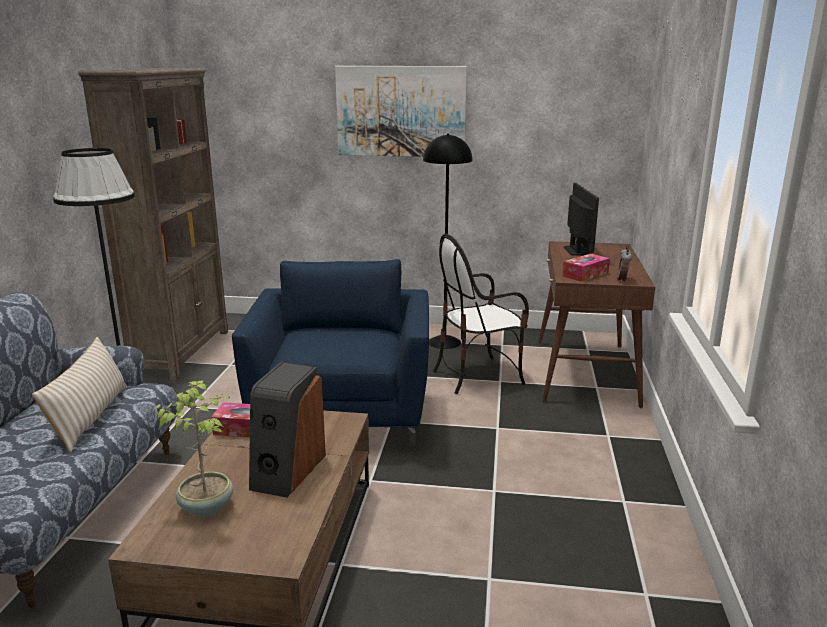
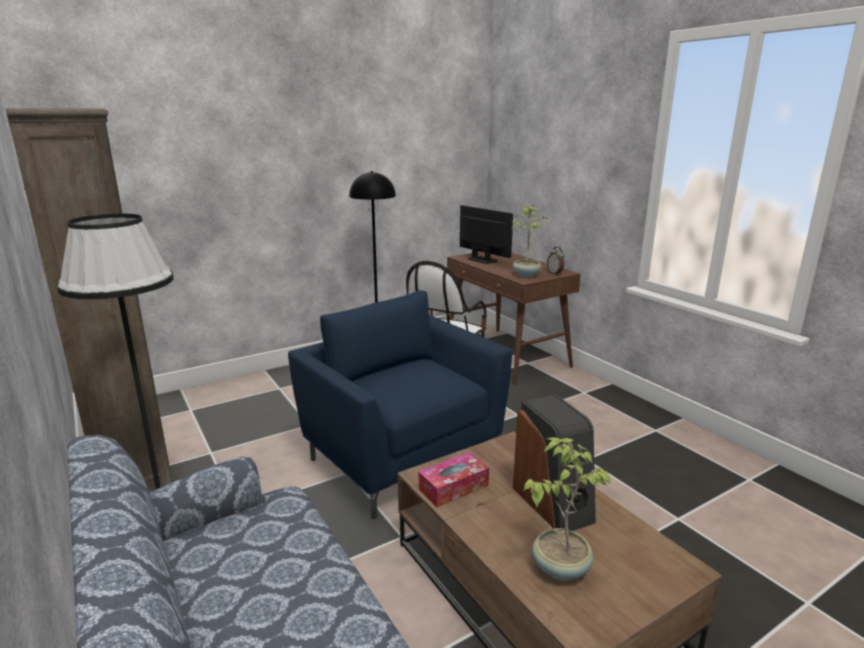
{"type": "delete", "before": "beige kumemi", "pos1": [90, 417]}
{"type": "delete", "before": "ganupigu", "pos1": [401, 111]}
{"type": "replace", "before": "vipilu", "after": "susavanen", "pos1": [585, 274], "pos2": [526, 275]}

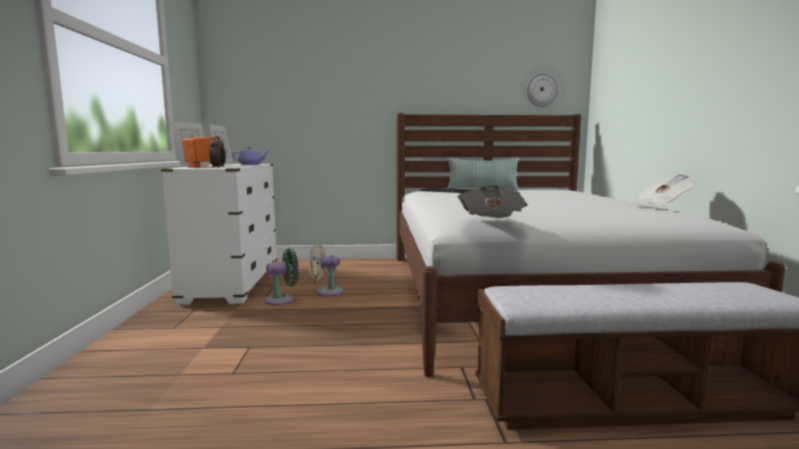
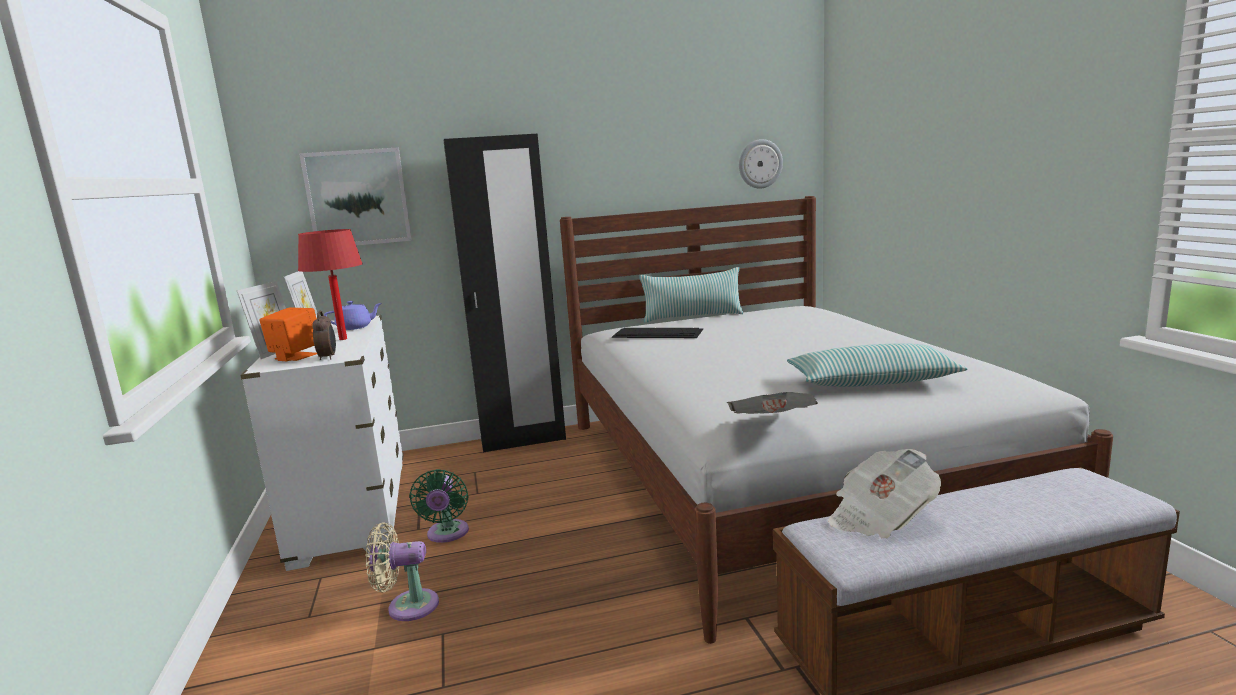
{"type": "insert", "after": "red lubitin", "pos2": [343, 339]}
{"type": "insert", "after": "ganupigu", "pos2": [357, 198]}
{"type": "insert", "after": "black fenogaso", "pos2": [523, 440]}
{"type": "insert", "after": "kumemi", "pos2": [872, 382]}
{"type": "move", "before": "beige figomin", "pos1": [326, 292], "pos2": [407, 606]}
{"type": "move", "before": "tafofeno", "pos1": [660, 206], "pos2": [879, 518]}
{"type": "rotate", "before": "green figomin", "pos1": [282, 300], "pos2": [447, 534], "turn": 120}

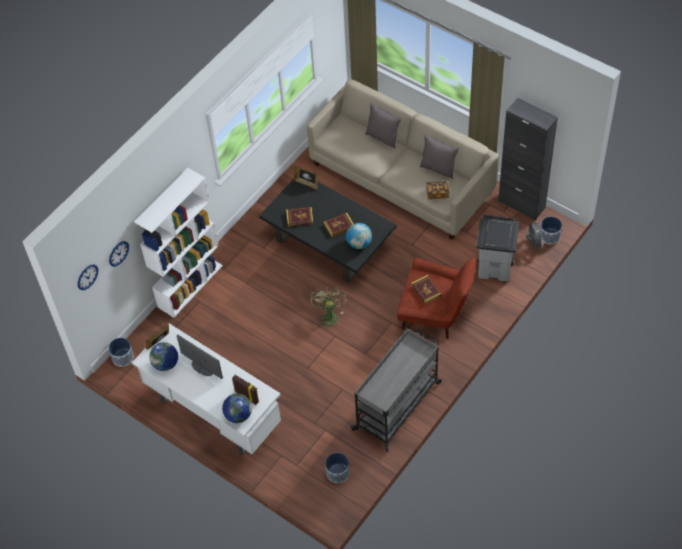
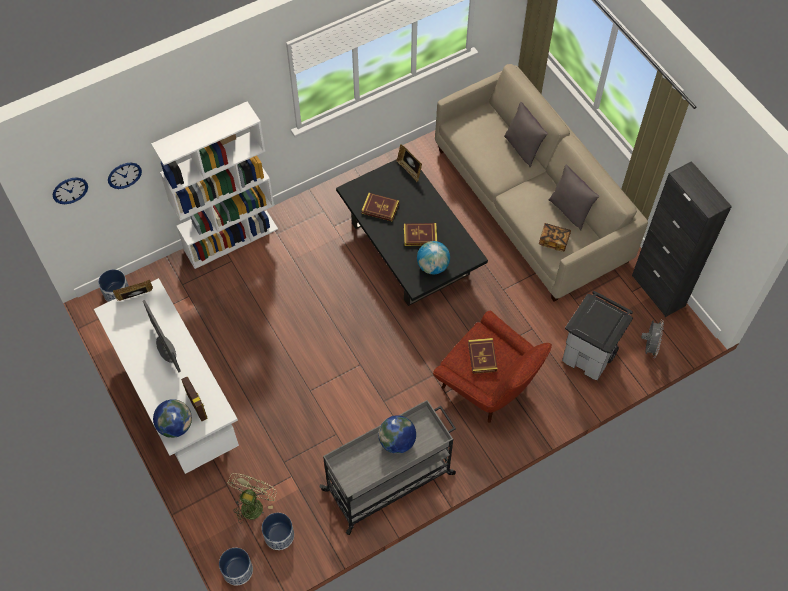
{"type": "move", "before": "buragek", "pos1": [166, 364], "pos2": [397, 441]}
{"type": "move", "before": "green figomin", "pos1": [329, 315], "pos2": [253, 503]}
{"type": "move", "before": "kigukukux", "pos1": [549, 236], "pos2": [237, 570]}

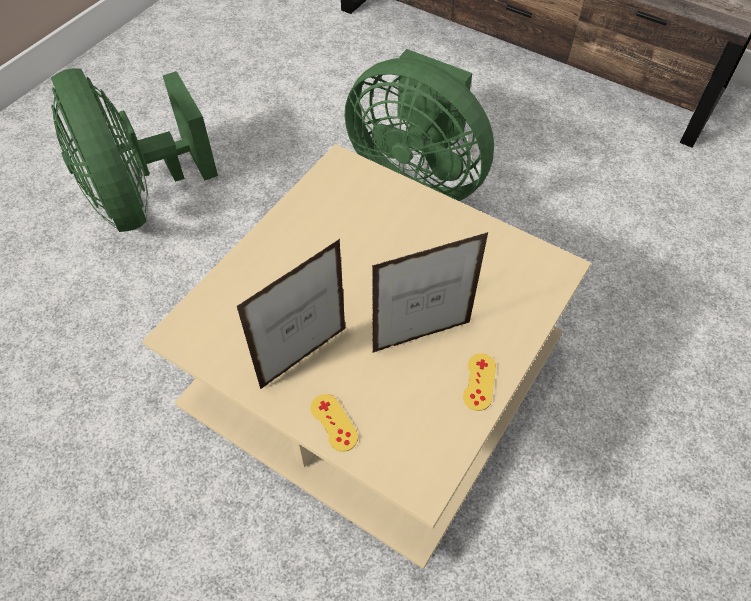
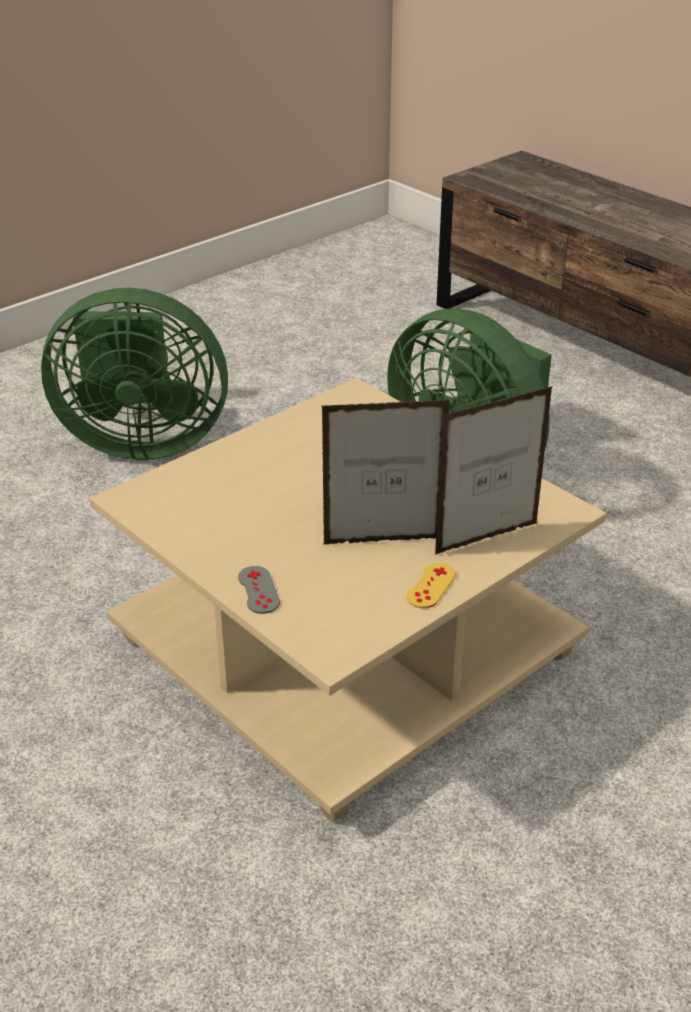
{"type": "move", "before": "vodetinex", "pos1": [304, 357], "pos2": [487, 538]}
{"type": "recolor", "before": "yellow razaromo", "after": "grey razaromo", "pos1": [334, 422], "pos2": [258, 590]}
{"type": "rotate", "before": "green figomin", "pos1": [142, 197], "pos2": [141, 441], "turn": -75}

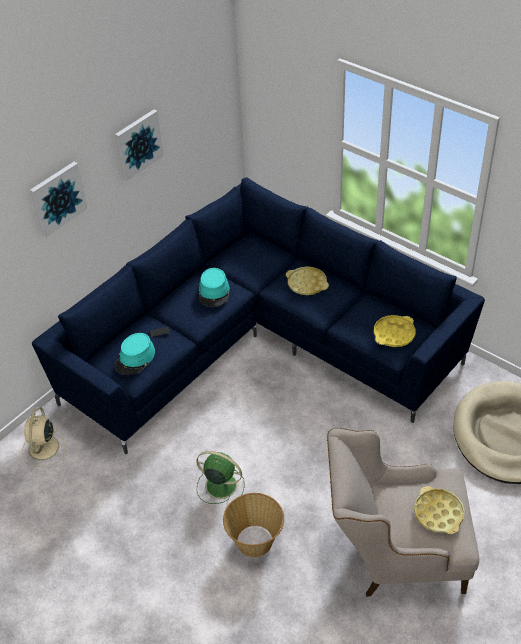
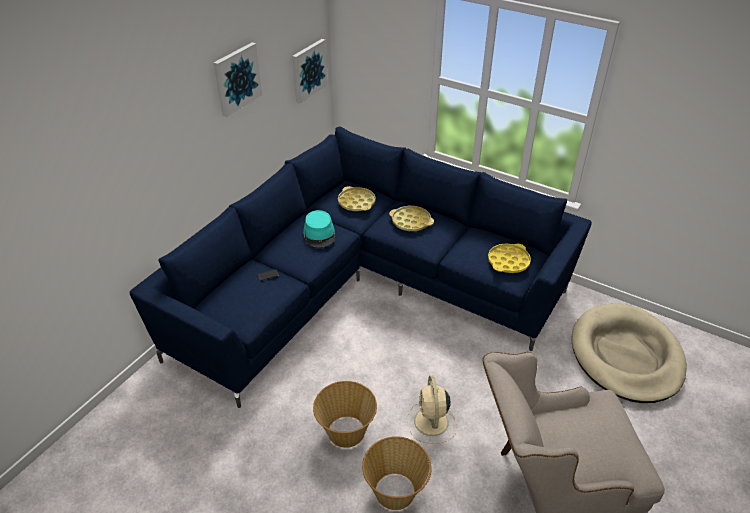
{"type": "delete", "before": "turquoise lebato", "pos1": [135, 358]}
{"type": "move", "before": "beige figomin", "pos1": [43, 449], "pos2": [431, 423]}
{"type": "move", "before": "ganupigu", "pos1": [58, 198], "pos2": [309, 70]}
{"type": "move", "before": "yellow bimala", "pos1": [438, 513], "pos2": [356, 202]}
{"type": "replace", "before": "green figomin", "after": "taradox", "pos1": [219, 485], "pos2": [346, 432]}

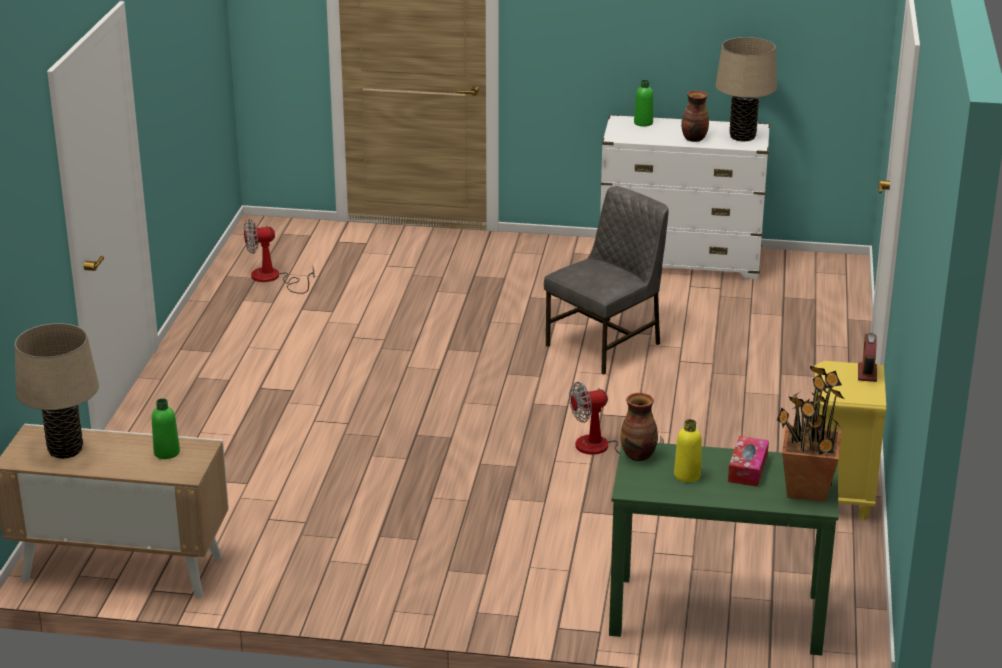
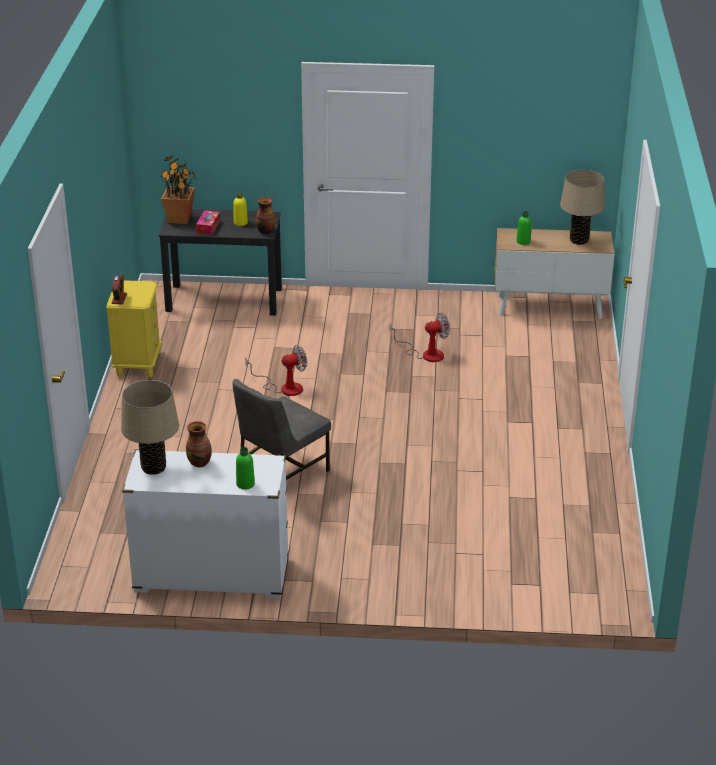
{"type": "move", "before": "figomin", "pos1": [273, 279], "pos2": [426, 354]}
{"type": "recolor", "before": "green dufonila", "after": "black dufonila", "pos1": [716, 614], "pos2": [224, 299]}

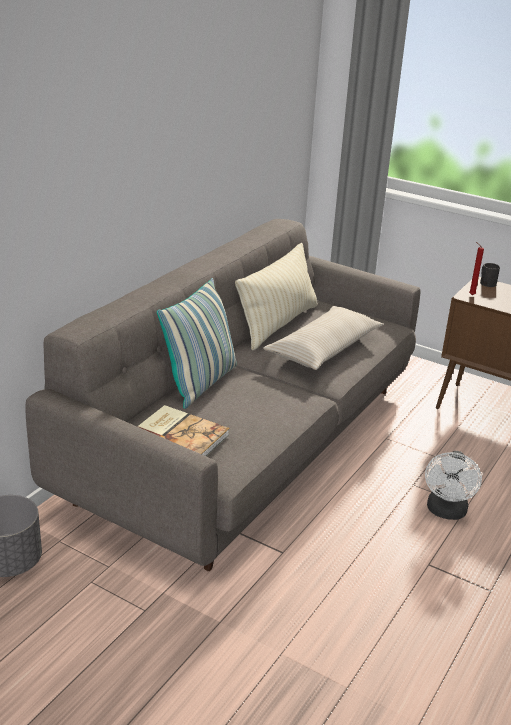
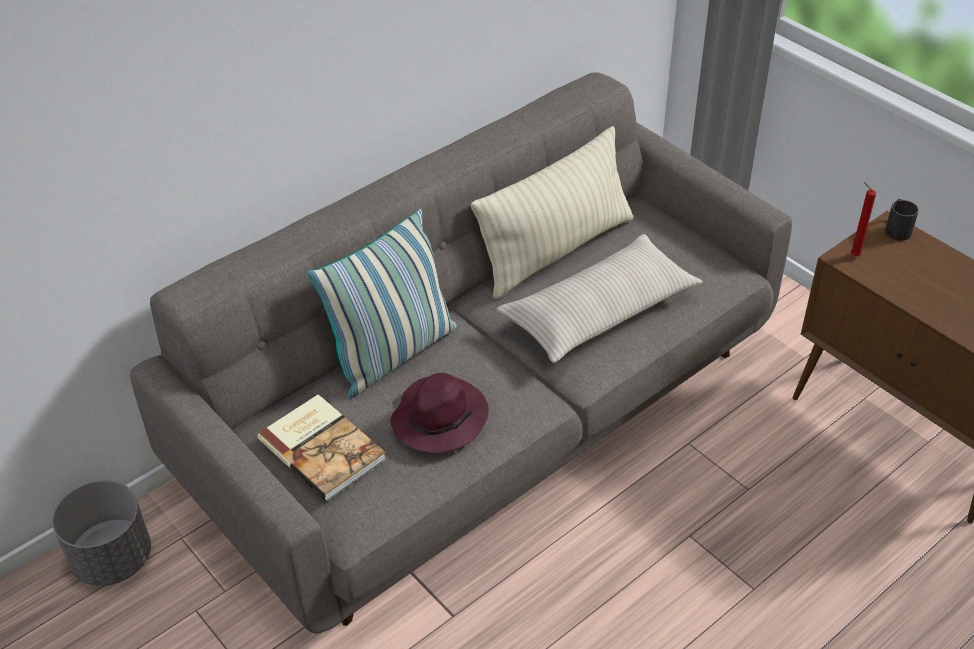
{"type": "delete", "before": "white figomin", "pos1": [446, 512]}
{"type": "insert", "after": "purple lebato", "pos2": [440, 417]}

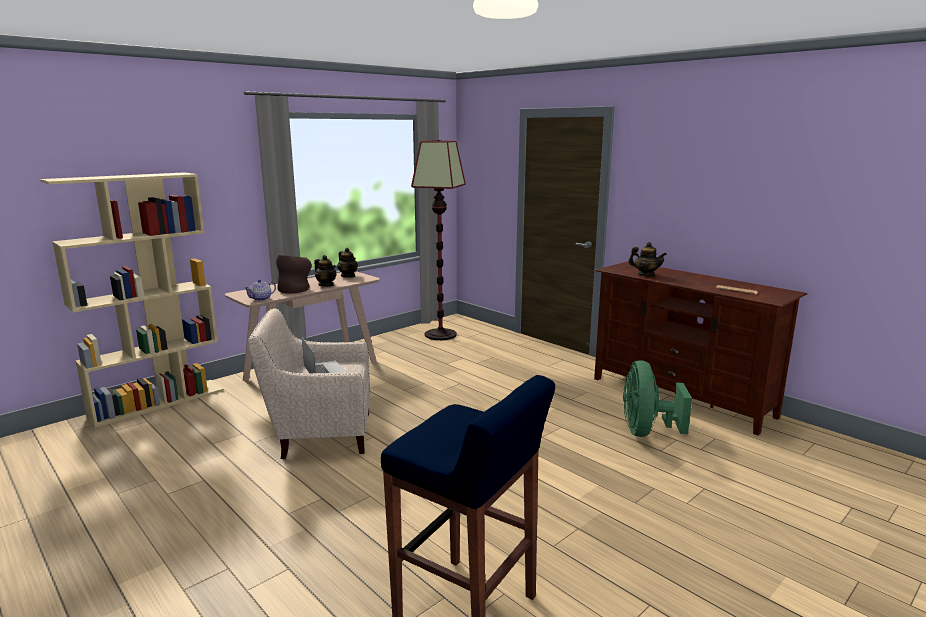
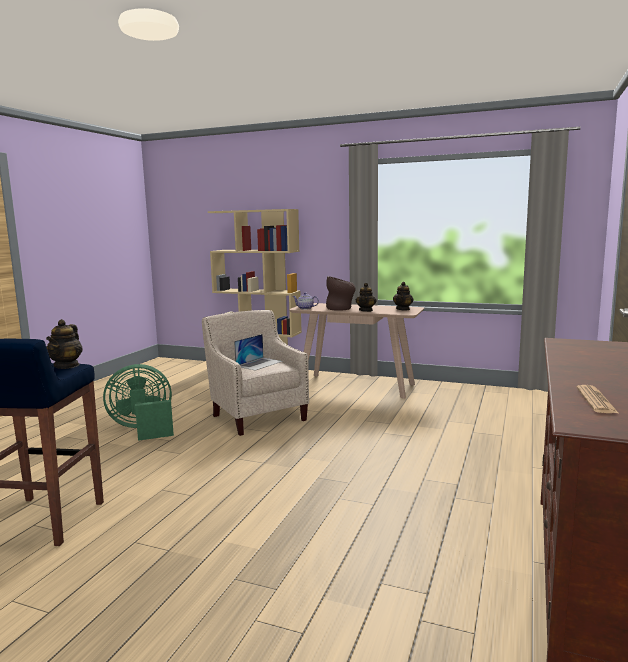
{"type": "delete", "before": "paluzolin", "pos1": [440, 334]}
{"type": "move", "before": "green figomin", "pos1": [646, 431], "pos2": [143, 429]}
{"type": "move", "before": "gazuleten", "pos1": [646, 275], "pos2": [67, 366]}

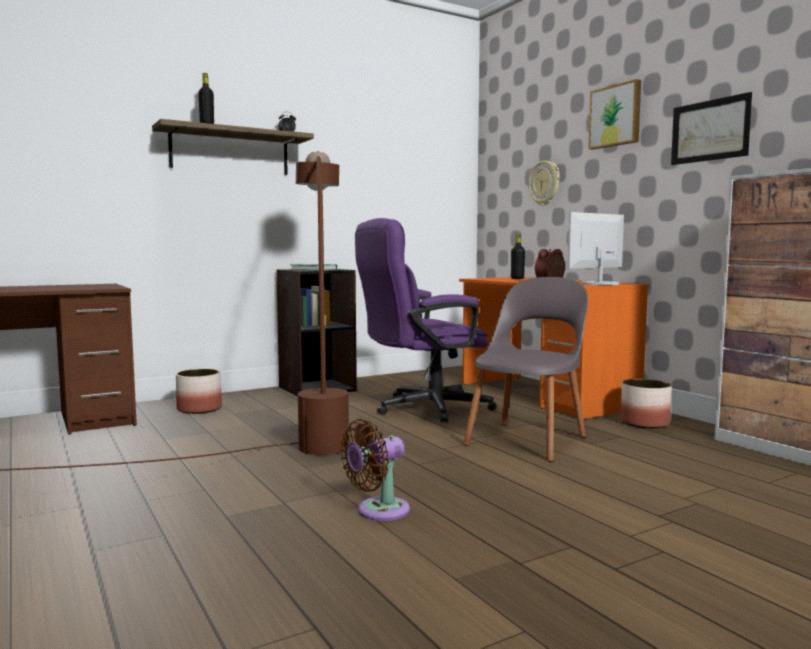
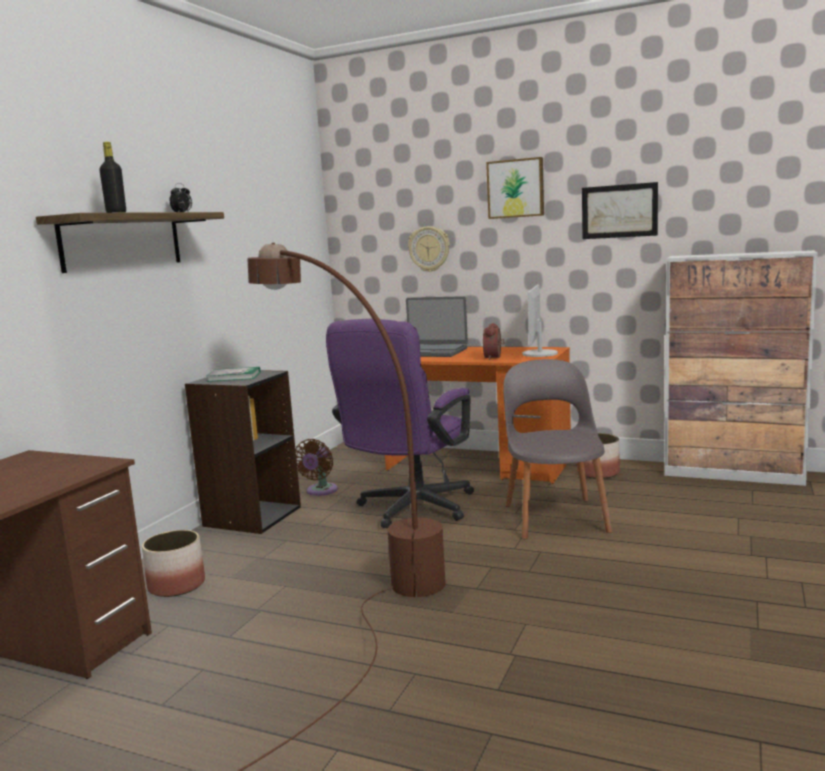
{"type": "move", "before": "brown figomin", "pos1": [378, 511], "pos2": [320, 491]}
{"type": "replace", "before": "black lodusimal", "after": "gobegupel", "pos1": [517, 278], "pos2": [430, 352]}

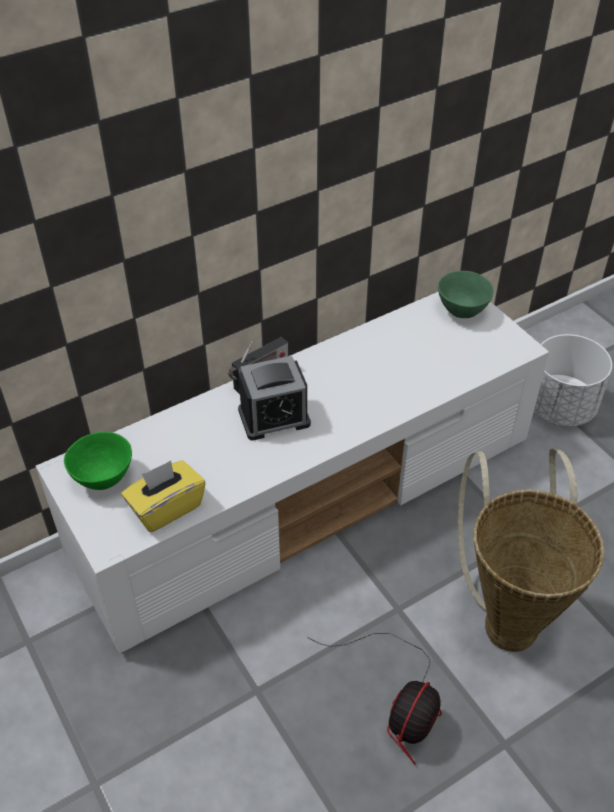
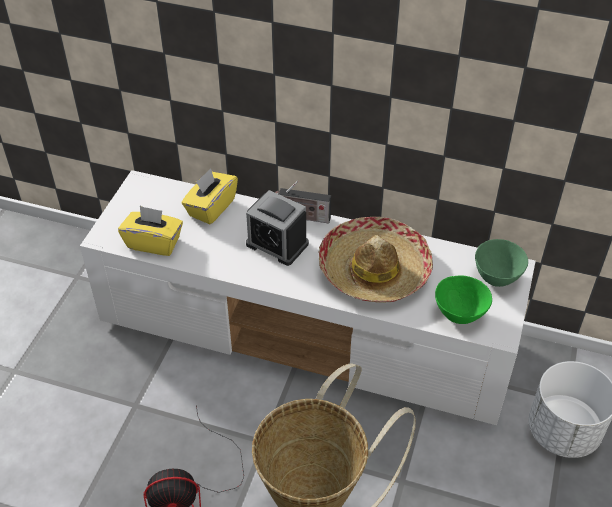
{"type": "insert", "after": "yellow vipilu", "pos2": [211, 208]}
{"type": "insert", "after": "lebato", "pos2": [374, 270]}
{"type": "move", "before": "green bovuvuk", "pos1": [104, 480], "pos2": [459, 316]}

